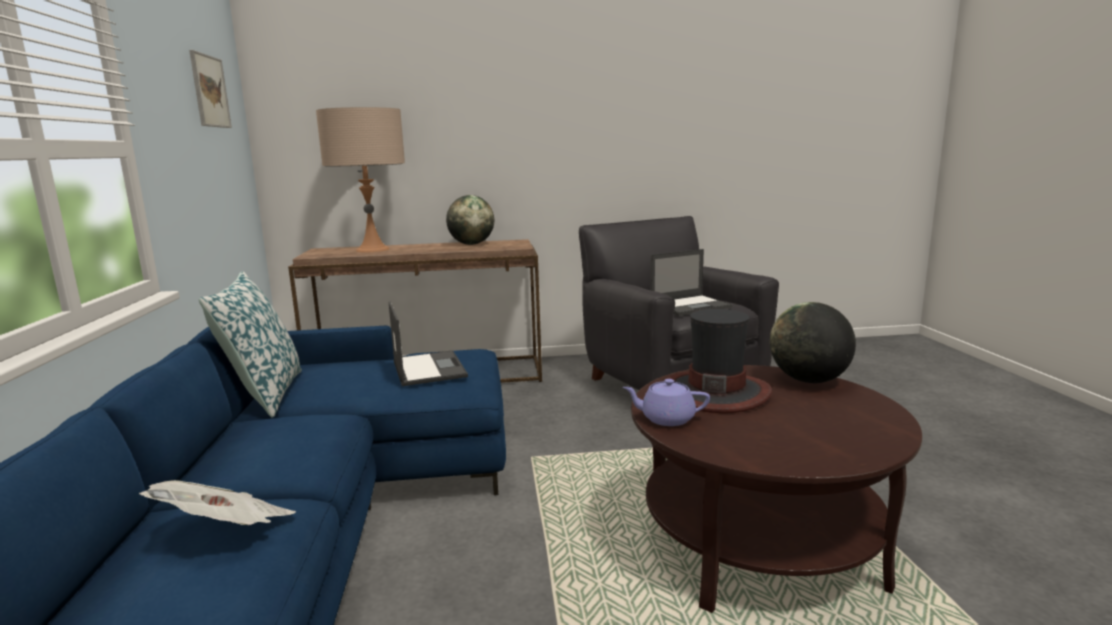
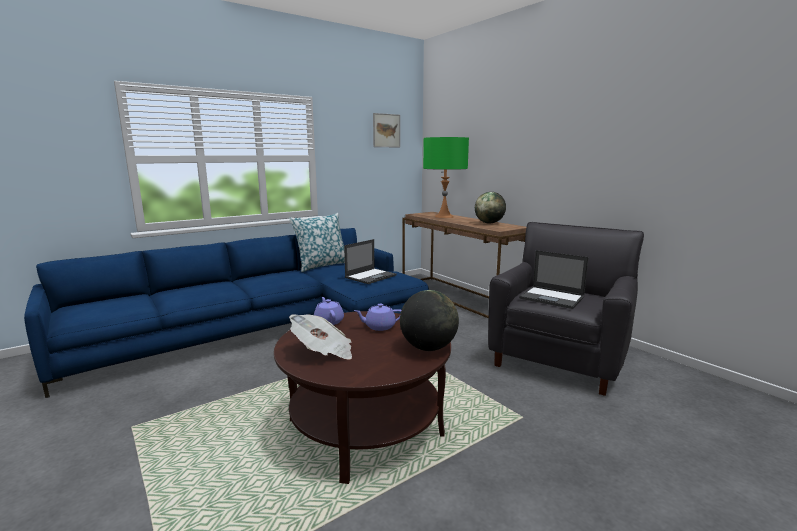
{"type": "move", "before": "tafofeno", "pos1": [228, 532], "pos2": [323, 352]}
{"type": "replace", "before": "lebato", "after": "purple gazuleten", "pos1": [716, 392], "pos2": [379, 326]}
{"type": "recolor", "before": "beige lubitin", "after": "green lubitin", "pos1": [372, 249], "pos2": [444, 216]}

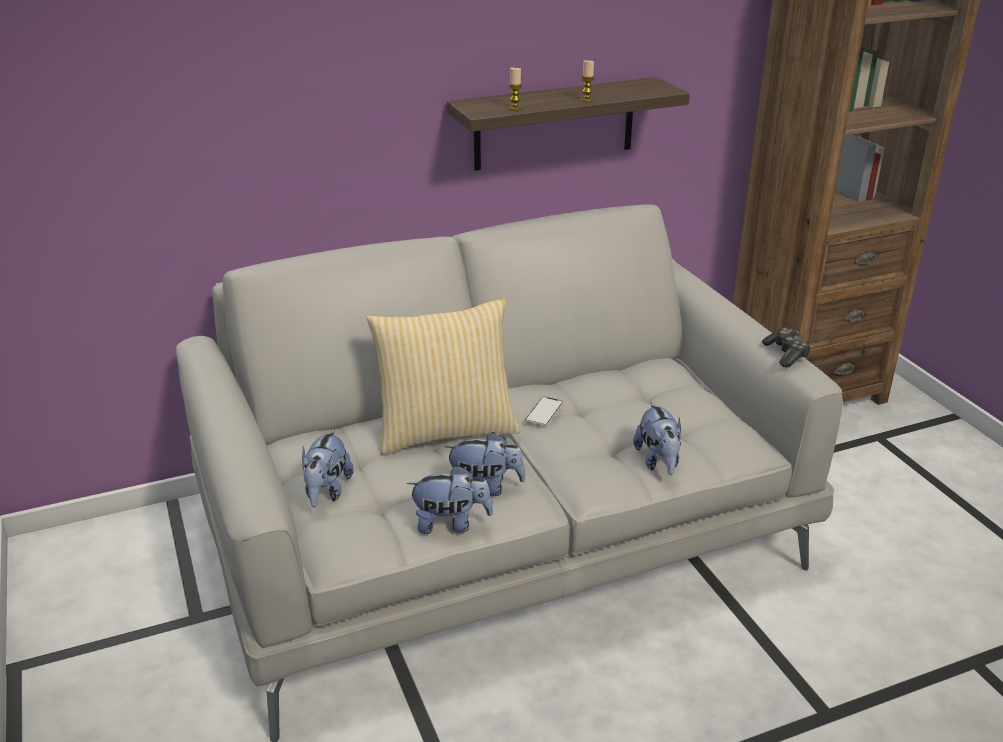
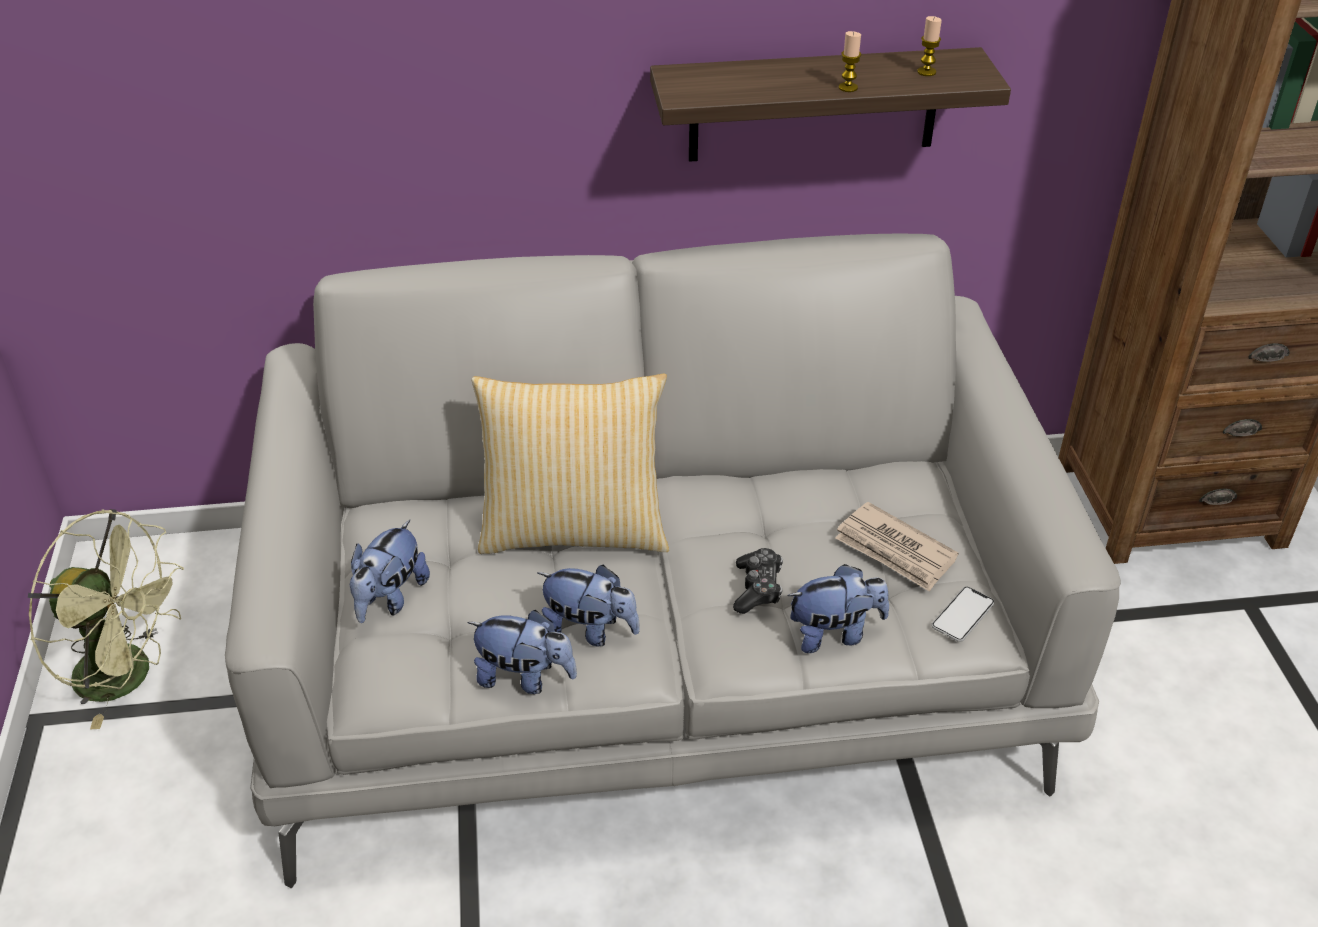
{"type": "insert", "after": "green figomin", "pos2": [129, 676]}
{"type": "insert", "after": "tafofeno", "pos2": [895, 551]}
{"type": "move", "before": "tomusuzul", "pos1": [515, 108], "pos2": [926, 72]}
{"type": "move", "before": "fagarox", "pos1": [544, 412], "pos2": [962, 615]}
{"type": "move", "before": "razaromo", "pos1": [786, 354], "pos2": [757, 588]}
{"type": "rotate", "before": "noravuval", "pos1": [658, 461], "pos2": [835, 633], "turn": -105}

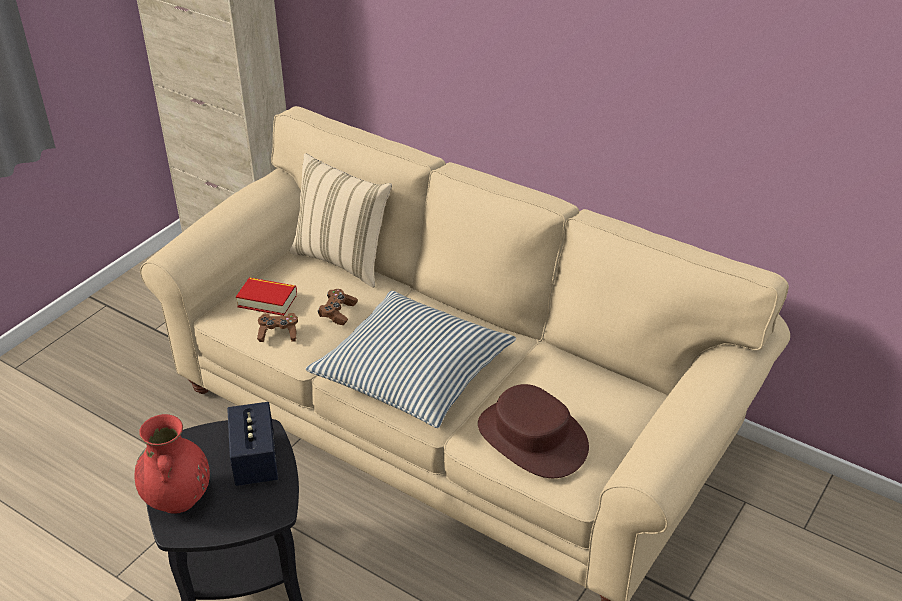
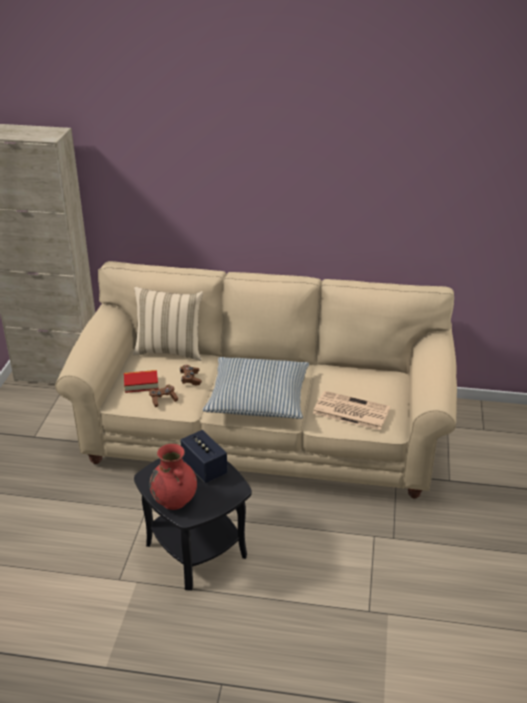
{"type": "replace", "before": "brown lebato", "after": "tafofeno", "pos1": [531, 438], "pos2": [350, 411]}

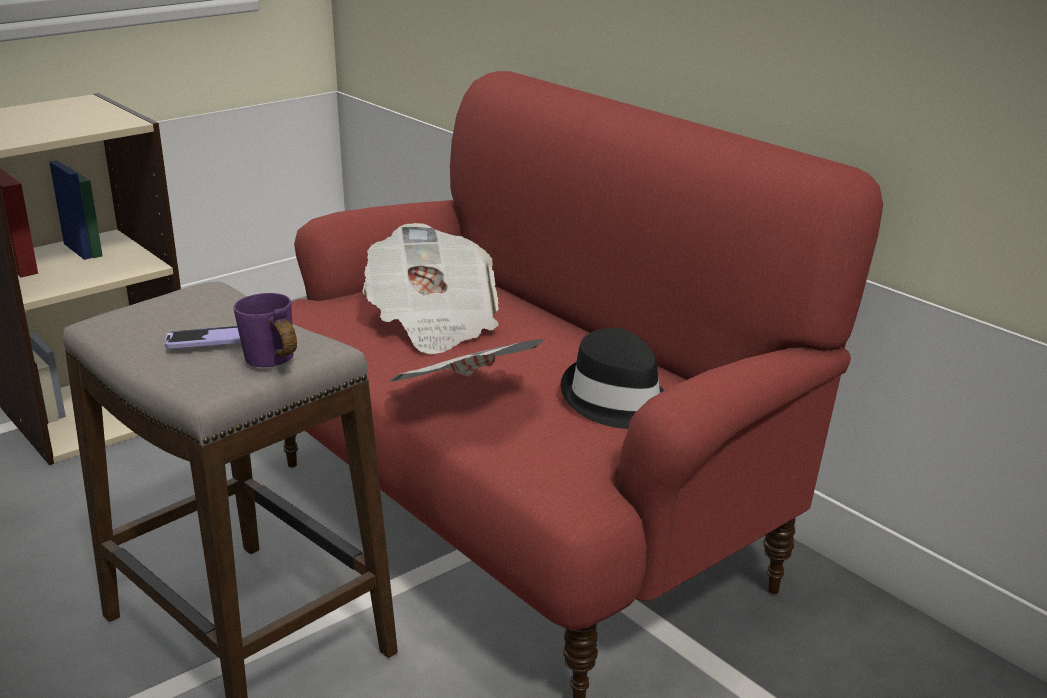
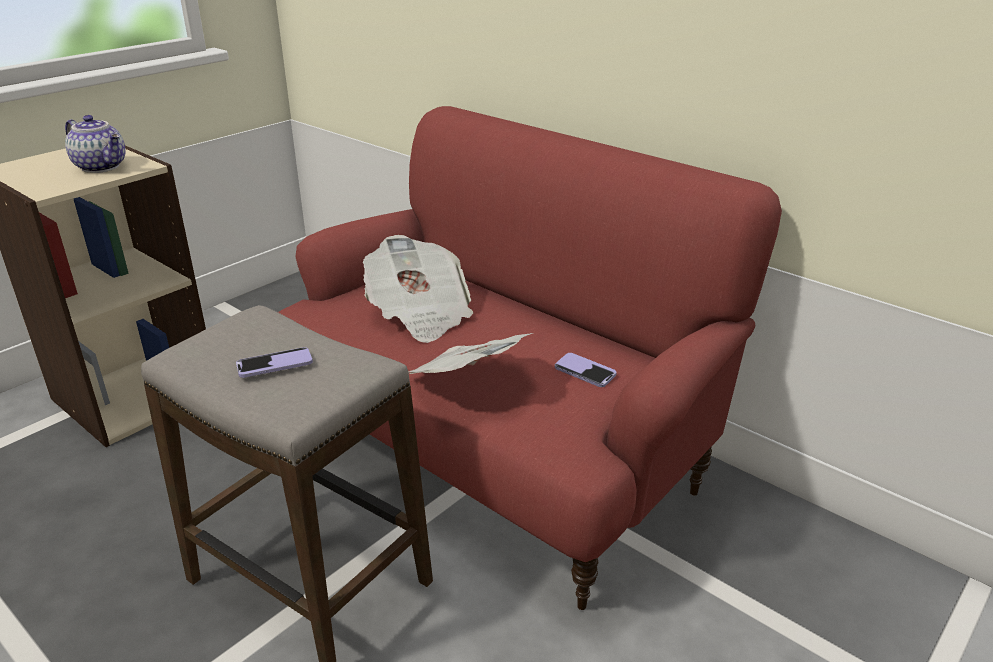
{"type": "delete", "before": "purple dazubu", "pos1": [269, 367]}
{"type": "insert", "after": "gazuleten", "pos2": [102, 166]}
{"type": "replace", "before": "black lebato", "after": "fagarox", "pos1": [618, 401], "pos2": [585, 371]}

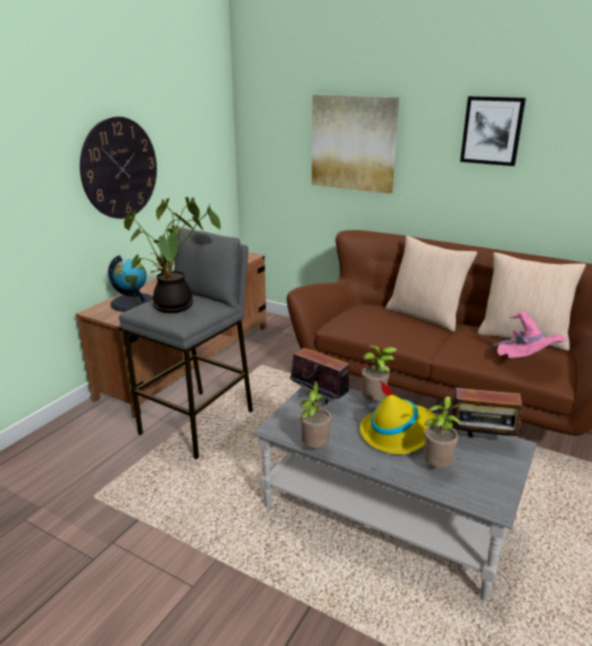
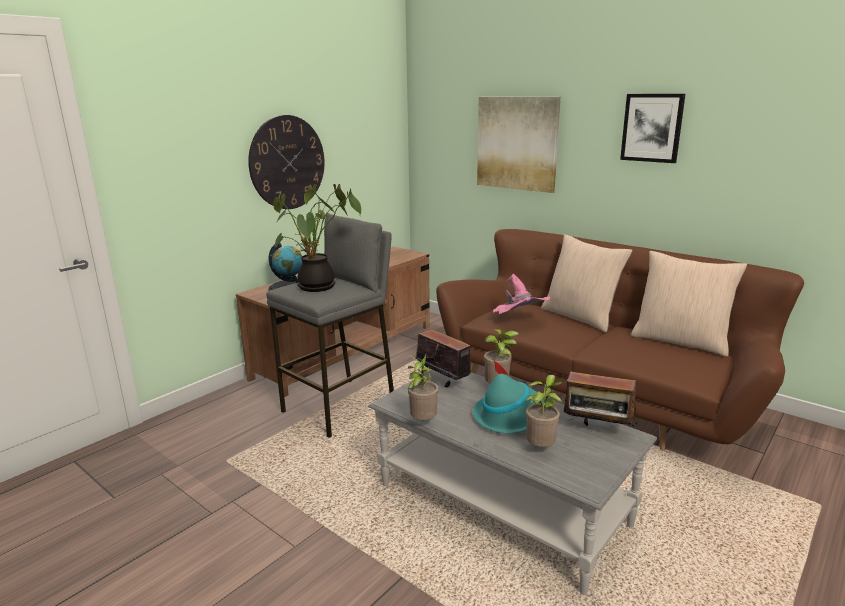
{"type": "move", "before": "pink lebato", "pos1": [524, 363], "pos2": [518, 322]}
{"type": "recolor", "before": "yellow lebato", "after": "turquoise lebato", "pos1": [398, 433], "pos2": [512, 416]}

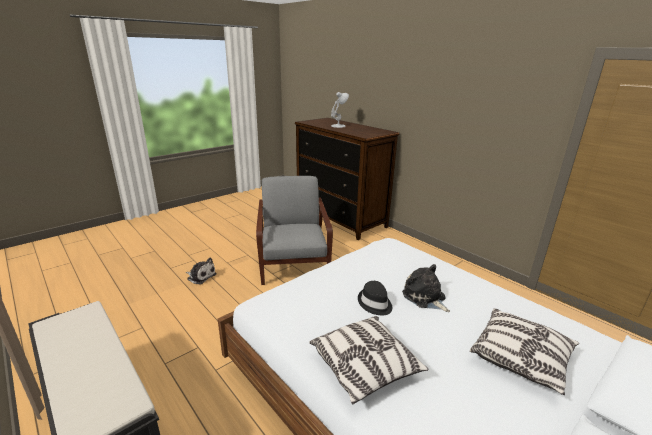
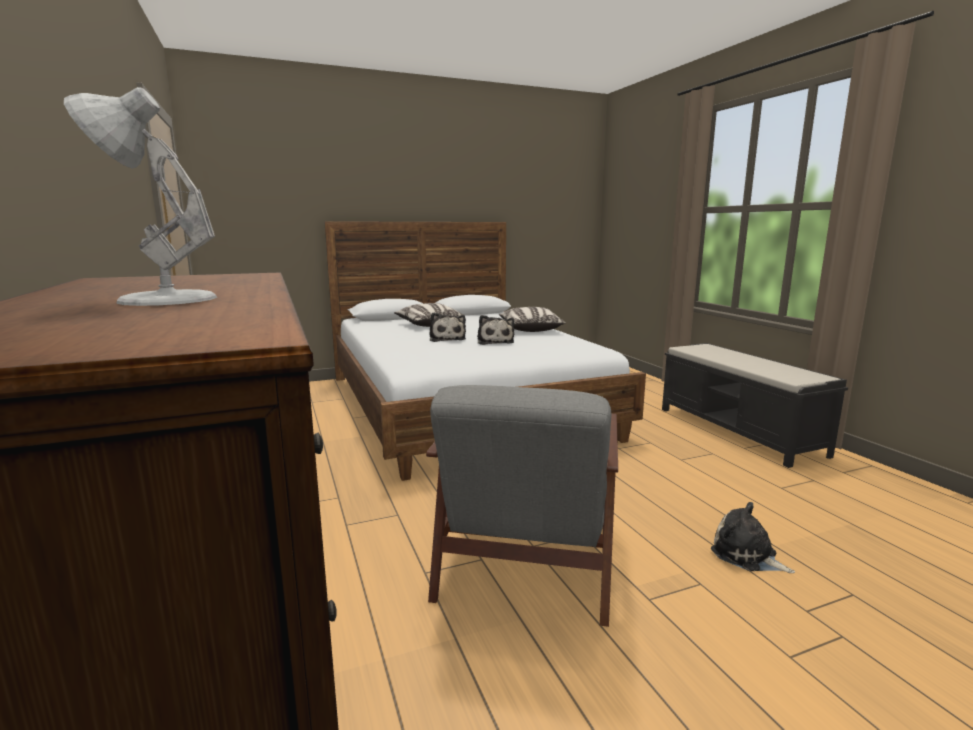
{"type": "replace", "before": "black lebato", "after": "noravuval", "pos1": [375, 303], "pos2": [495, 342]}

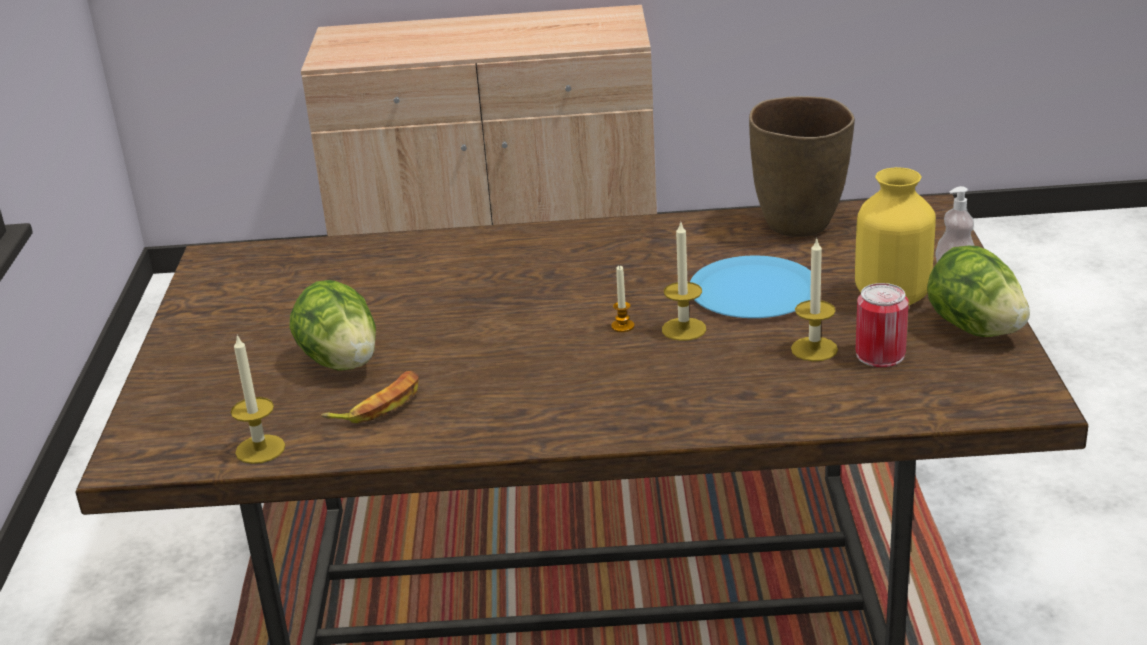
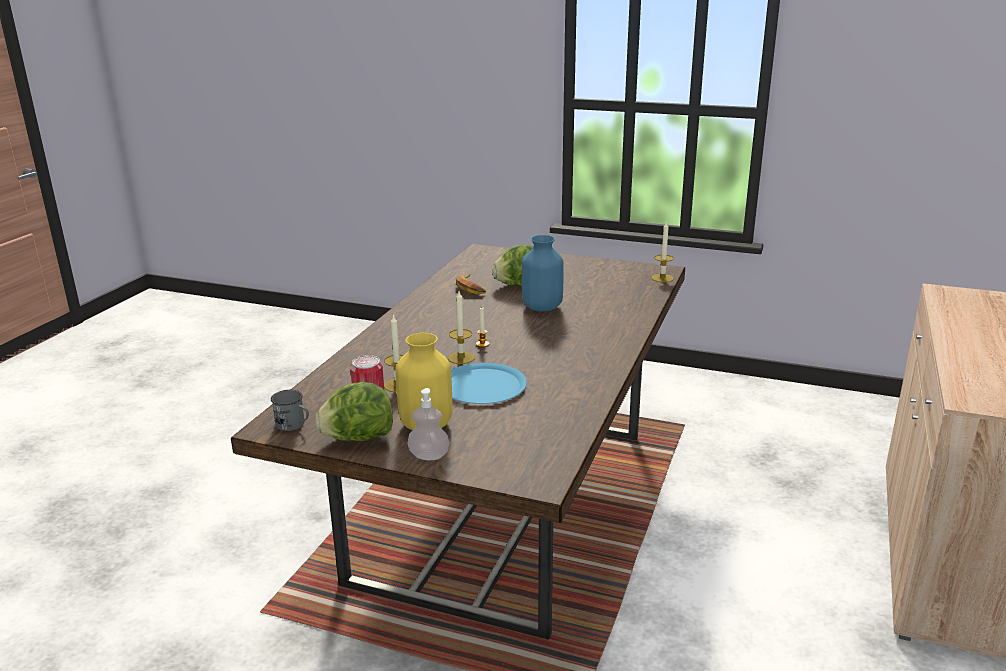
{"type": "delete", "before": "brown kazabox", "pos1": [800, 224]}
{"type": "insert", "after": "grey dazubu", "pos2": [294, 425]}
{"type": "insert", "after": "blue kazabox", "pos2": [542, 307]}
{"type": "move", "before": "tomusuzul", "pos1": [260, 449], "pos2": [662, 278]}

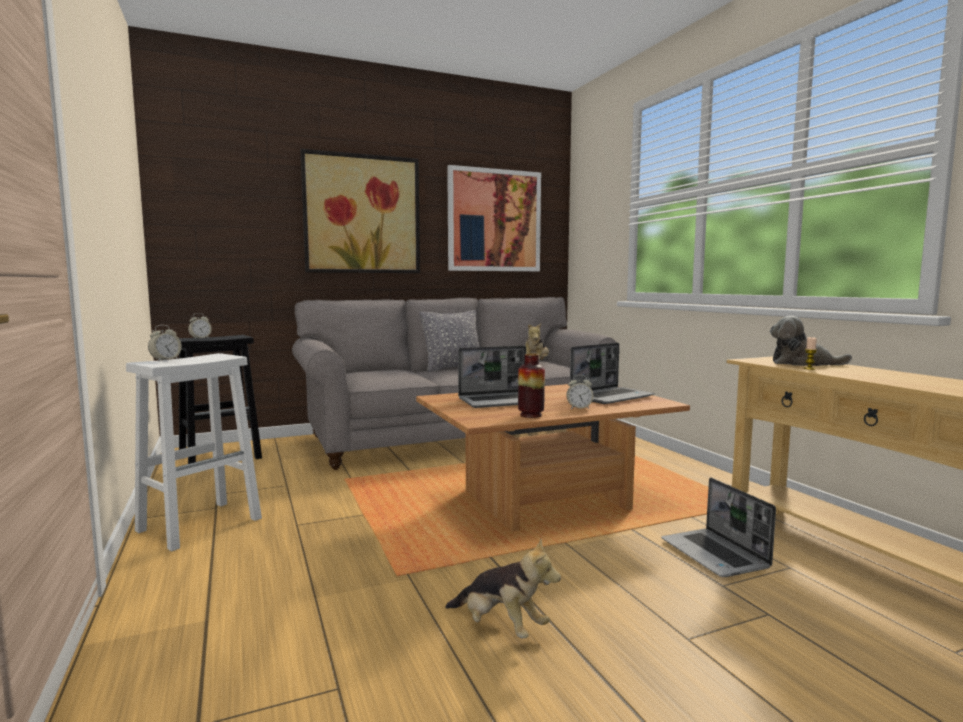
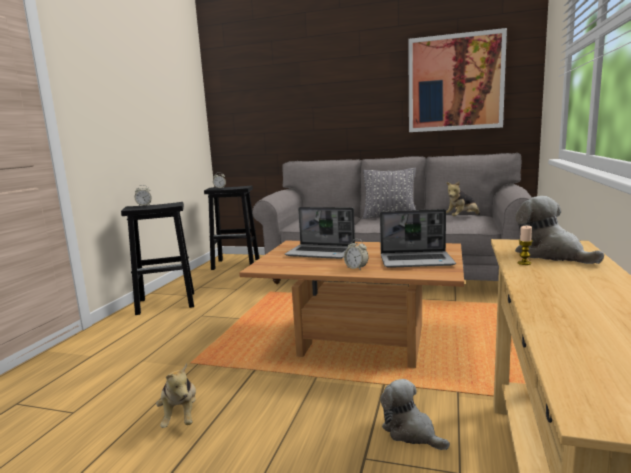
{"type": "delete", "before": "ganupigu", "pos1": [362, 214]}
{"type": "delete", "before": "kazabox", "pos1": [531, 415]}
{"type": "replace", "before": "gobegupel", "after": "noravuval", "pos1": [715, 554], "pos2": [411, 432]}
{"type": "recolor", "before": "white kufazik", "after": "black kufazik", "pos1": [201, 524], "pos2": [167, 303]}

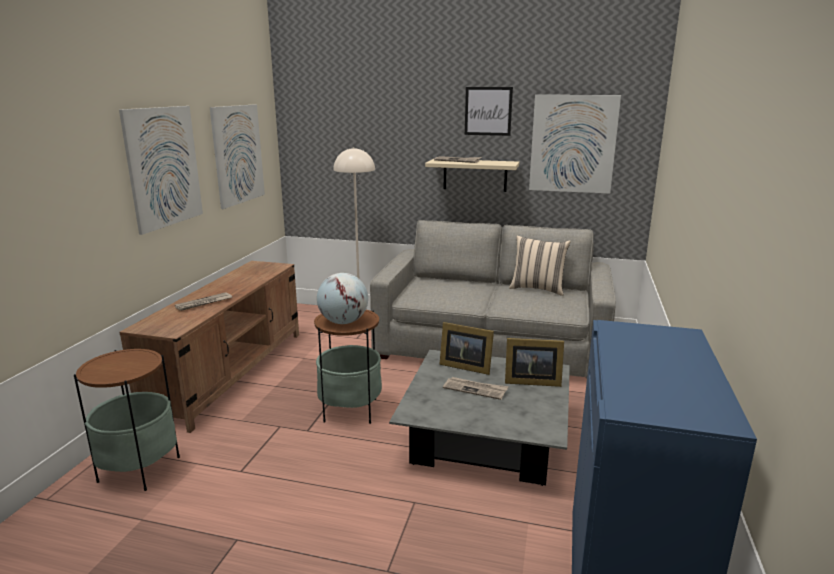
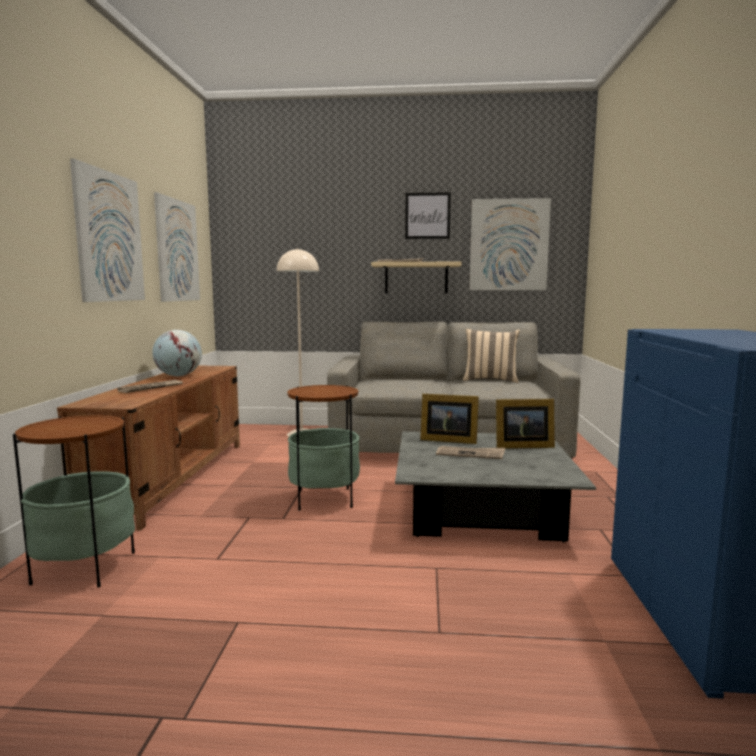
{"type": "move", "before": "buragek", "pos1": [343, 322], "pos2": [178, 376]}

